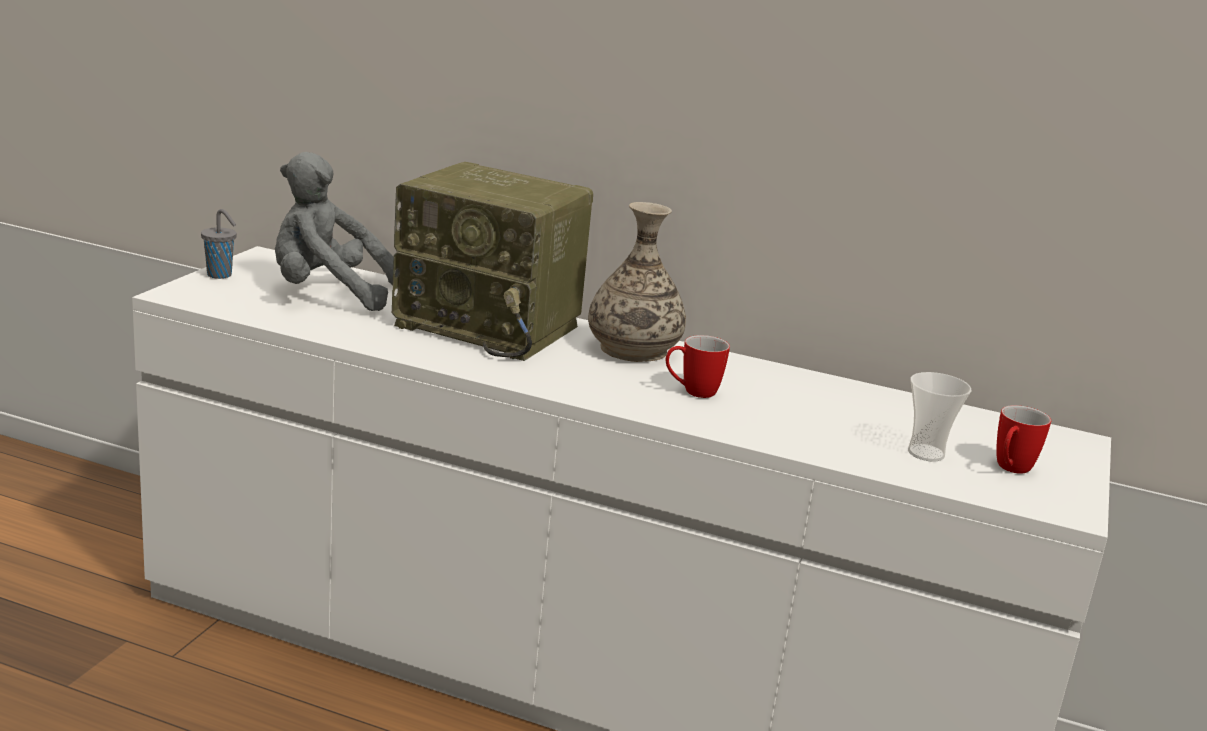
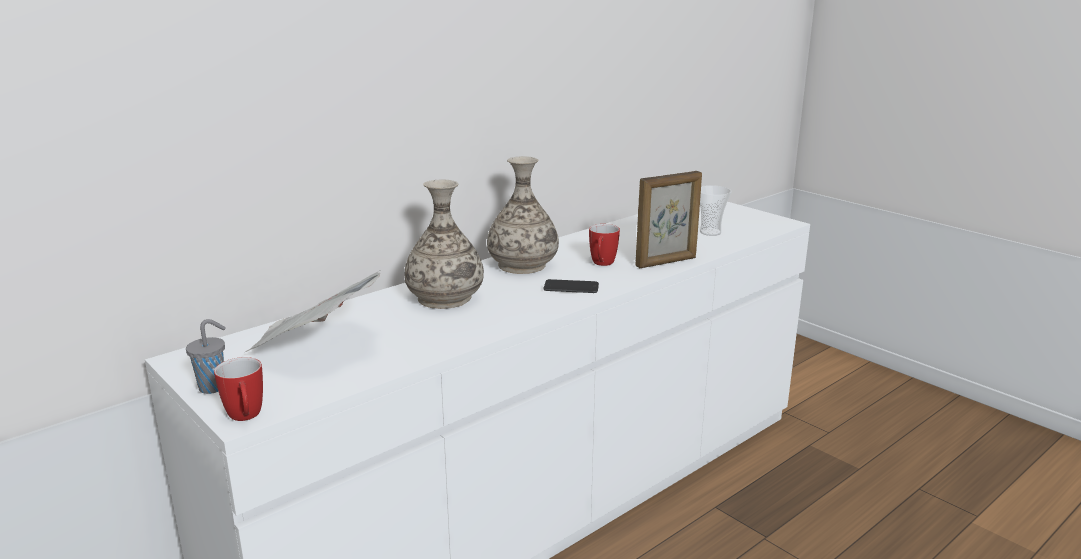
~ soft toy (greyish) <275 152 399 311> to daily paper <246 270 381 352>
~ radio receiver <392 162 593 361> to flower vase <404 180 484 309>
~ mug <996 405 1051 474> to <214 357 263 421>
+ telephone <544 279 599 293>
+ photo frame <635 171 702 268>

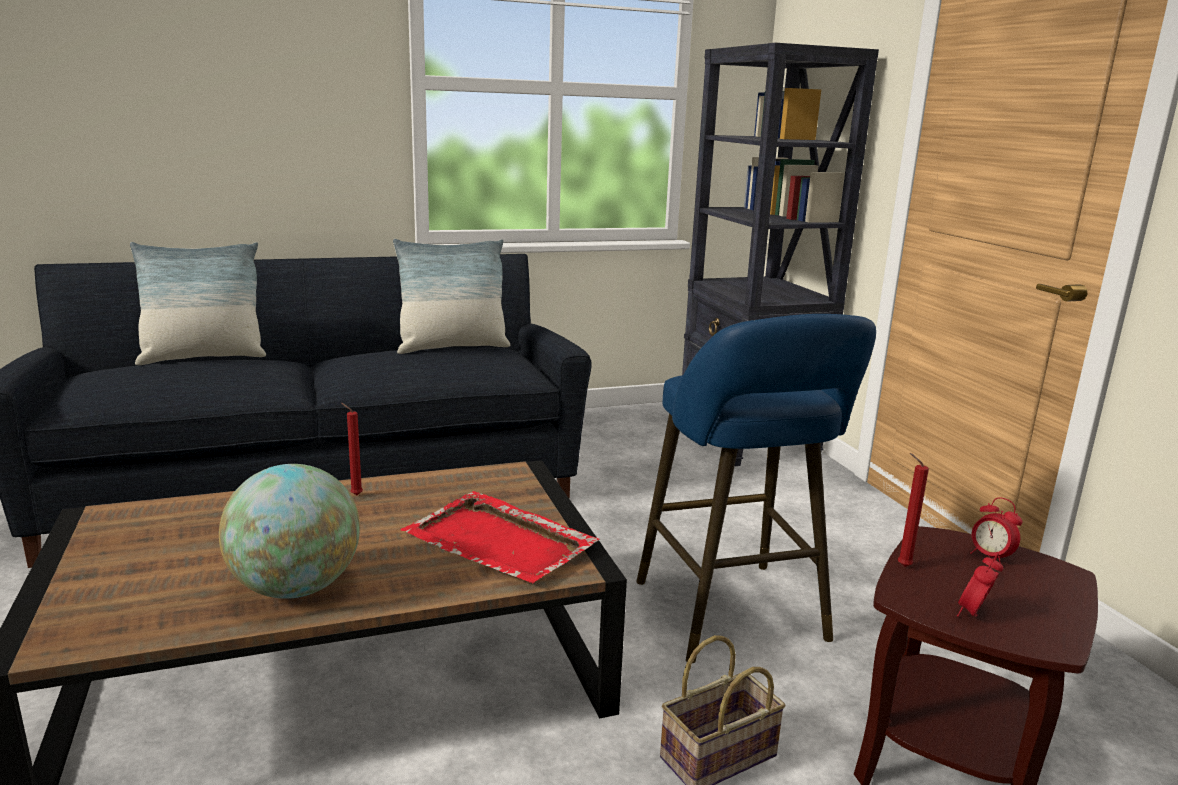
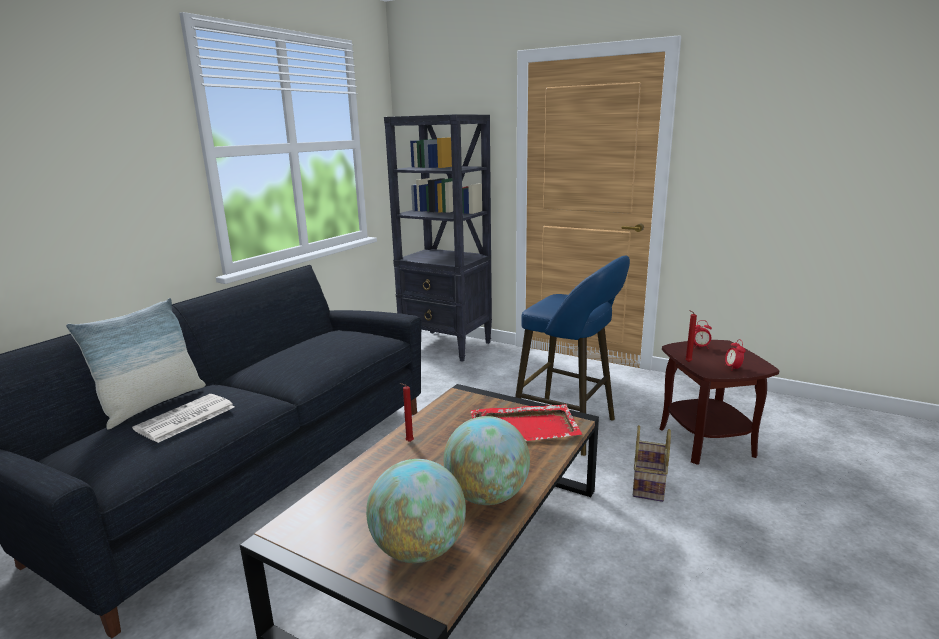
- throw pillow <393 239 510 354>
+ daily paper <132 394 235 443>
+ globe <366 459 466 563>

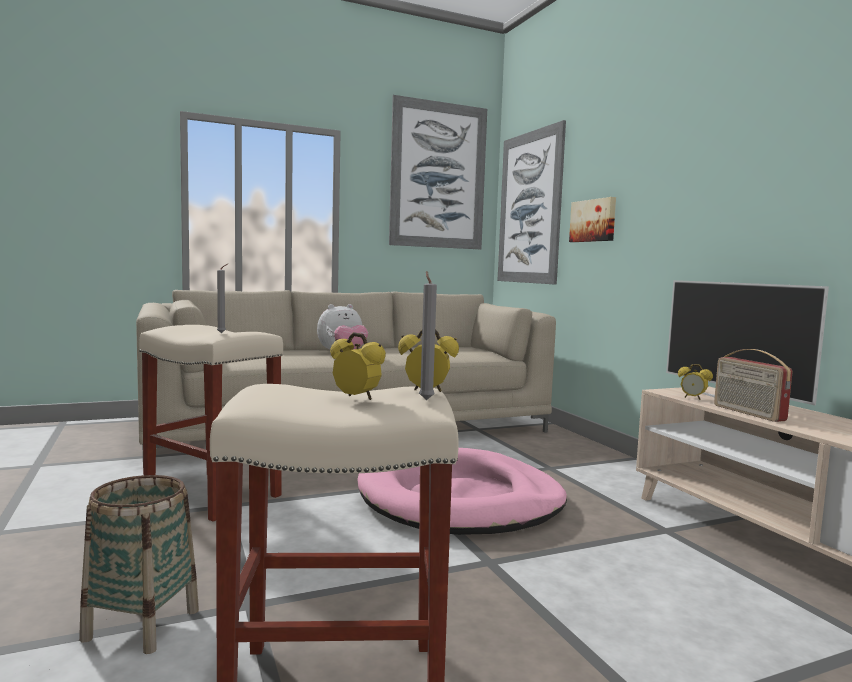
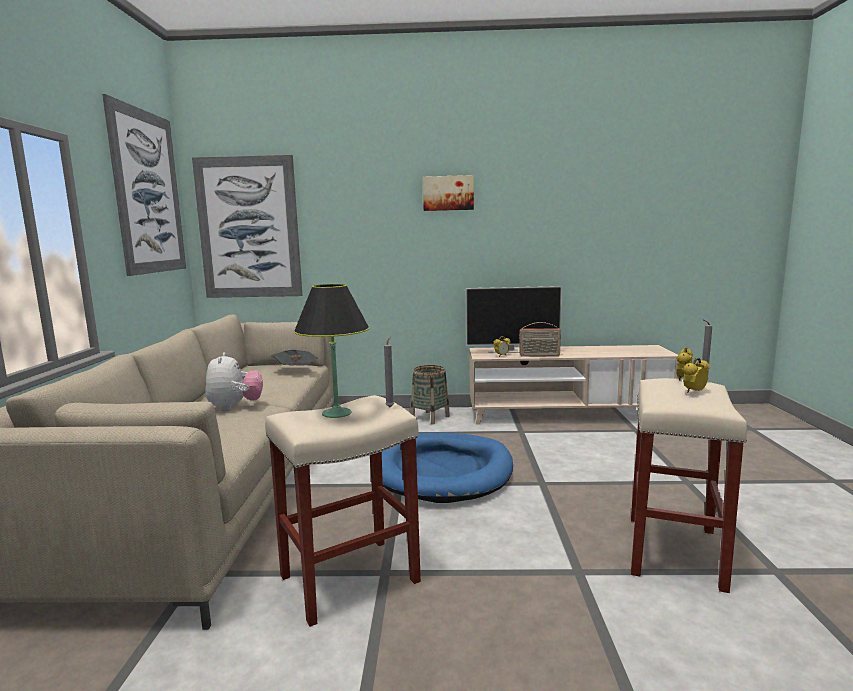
~ storage basket <79 475 199 654> to <411 365 450 424>
~ dog cushion (pink-coloured) <357 448 567 535> to dog cushion (blue-coloured) <382 433 513 503>
~ picture <569 197 616 242> to <423 175 474 211>
+ daily paper <271 350 318 366>
+ table lamp (blackish) <294 284 369 418>

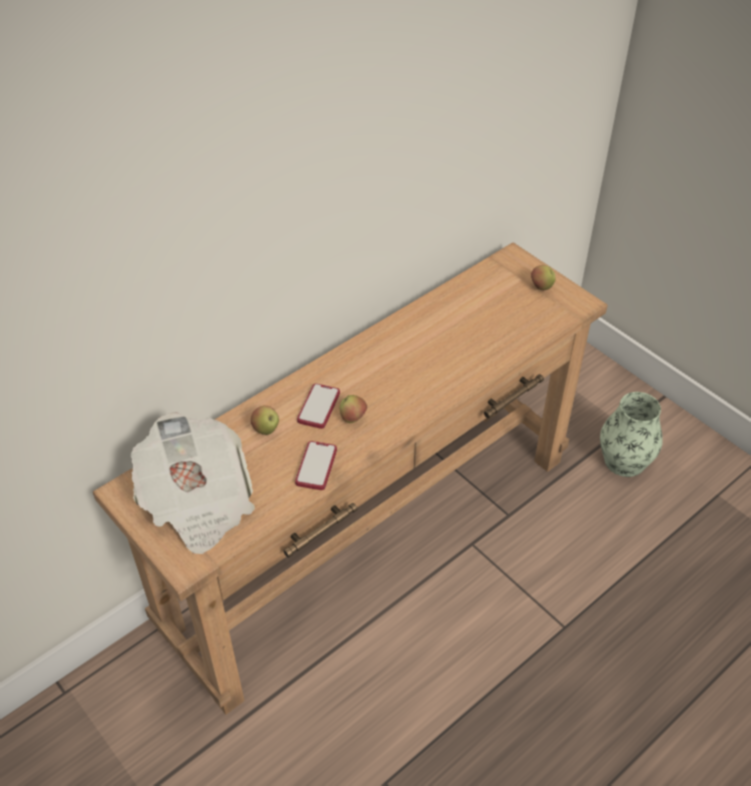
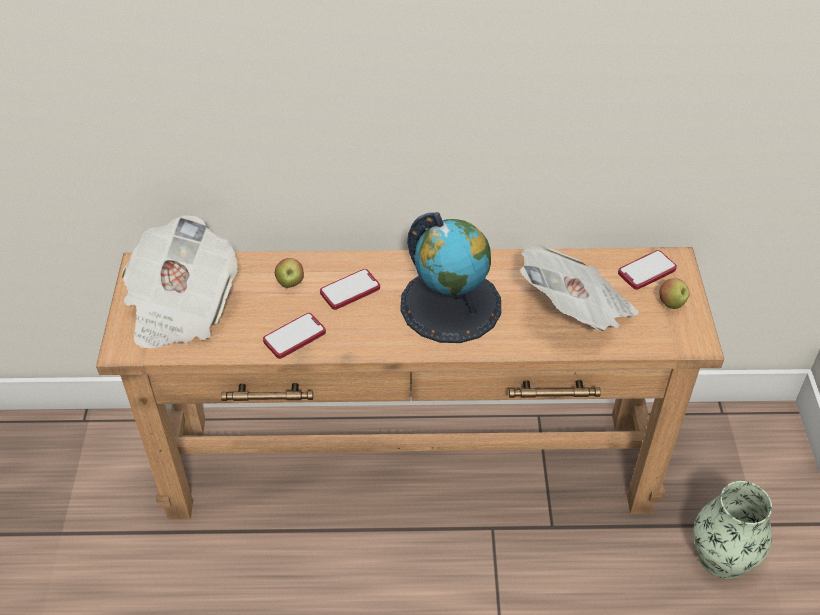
- apple <340 395 367 423>
+ globe <400 212 501 343>
+ daily paper <519 245 639 331>
+ telephone <618 250 677 290>

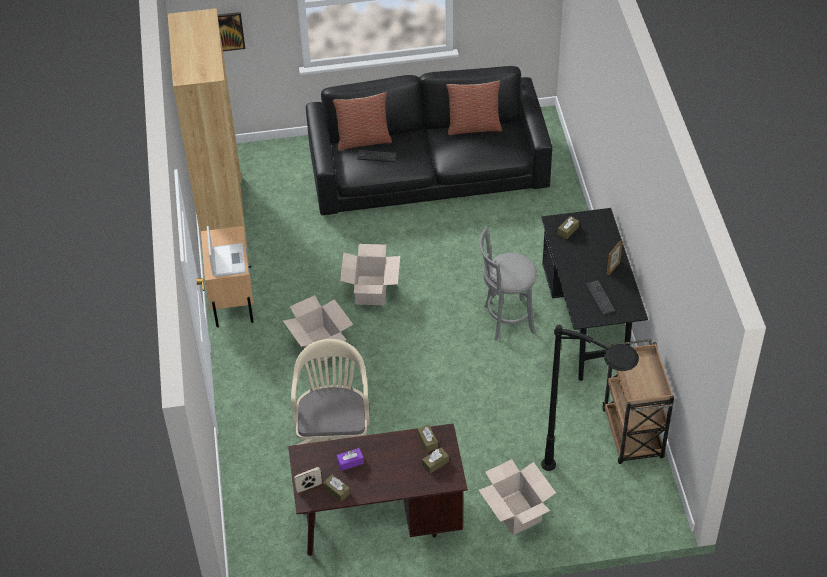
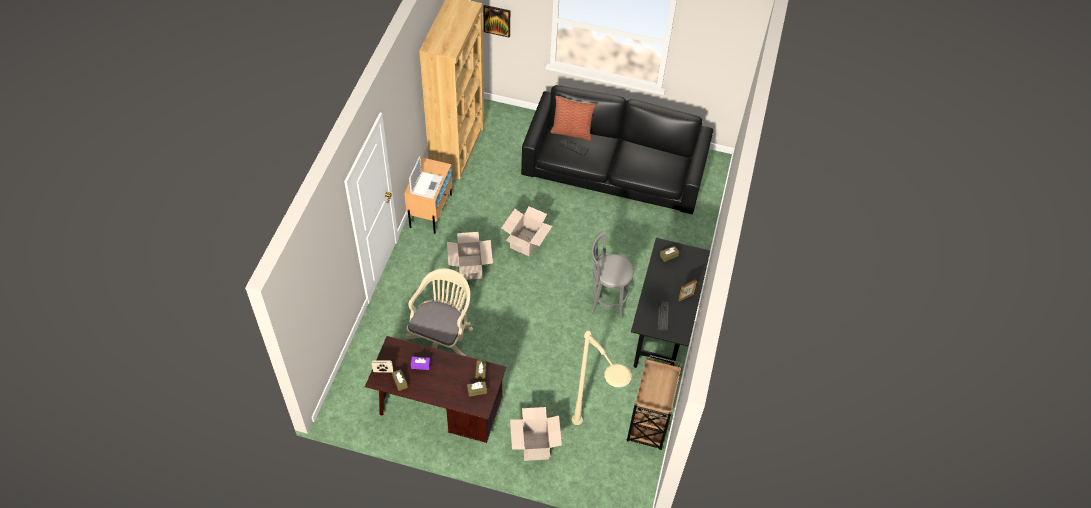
- throw pillow <446 81 502 135>
~ standing lamp (blackish) <541 325 639 471> to standing lamp (beige) <572 331 632 425>

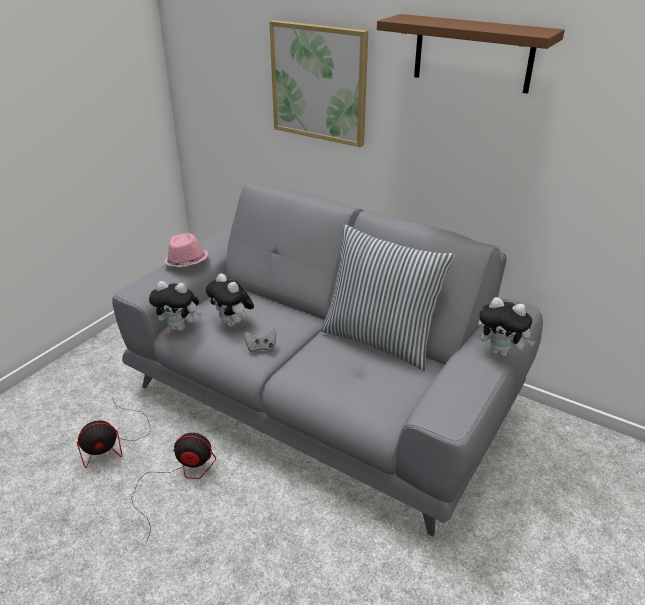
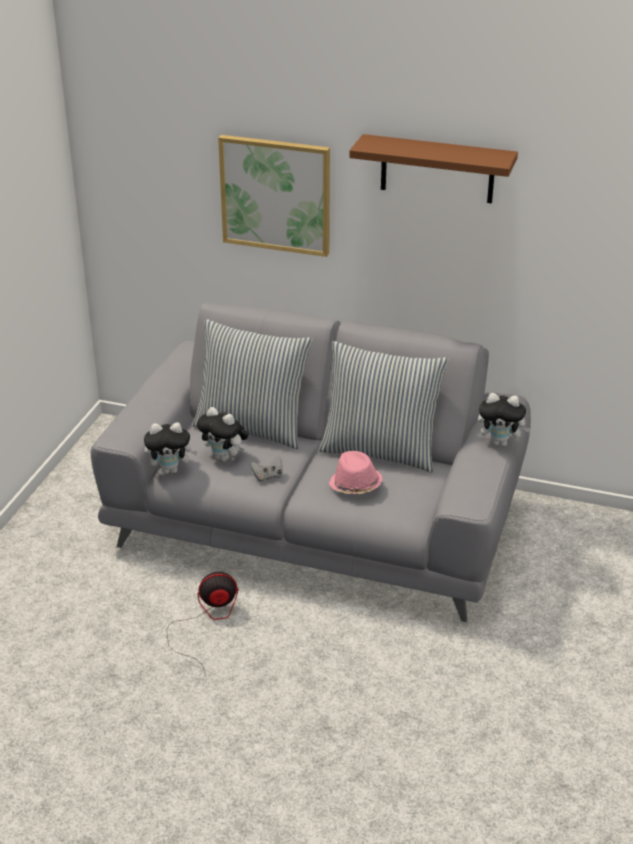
- electric fan <77 397 151 468>
~ clothing hat (pink-coloured) <163 233 208 267> to <329 451 382 494>
+ throw pillow <192 319 313 449>

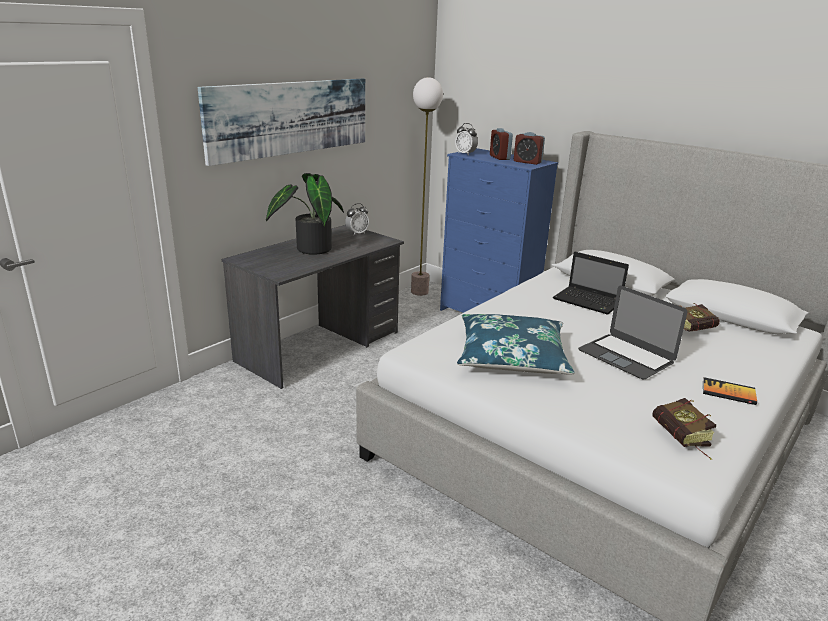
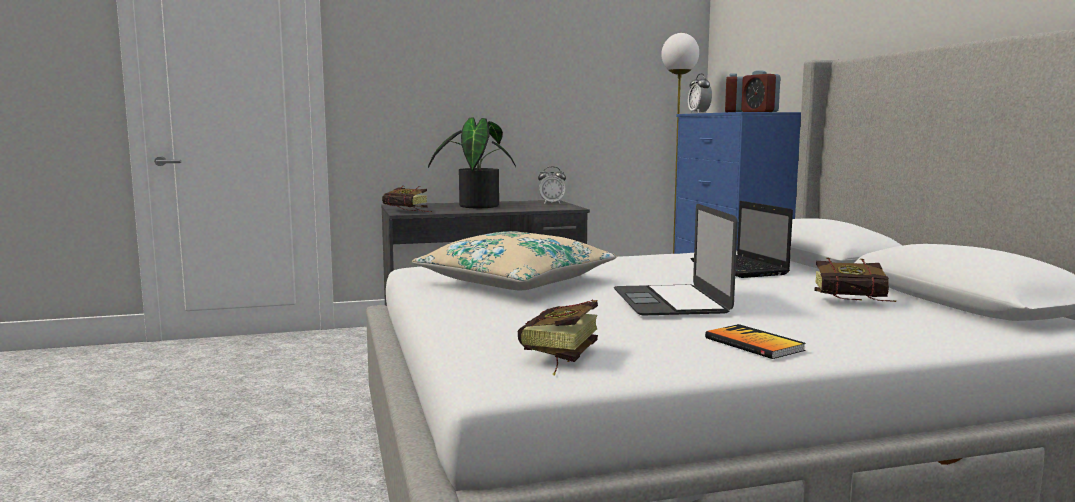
- picture <198 79 365 166>
~ throw pillow (blue-coloured) <457 314 575 375> to throw pillow (beige) <412 231 617 290>
+ book <382 186 433 212>

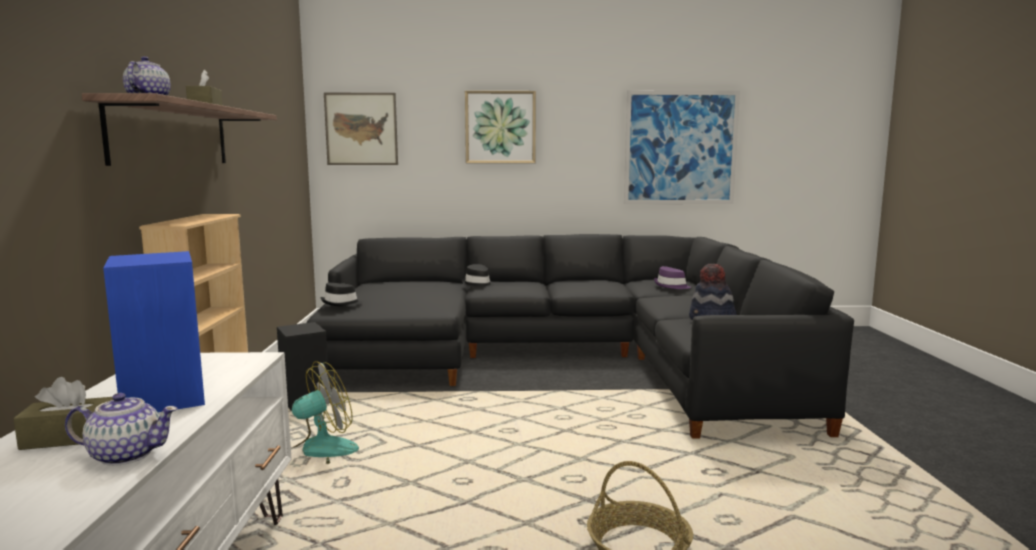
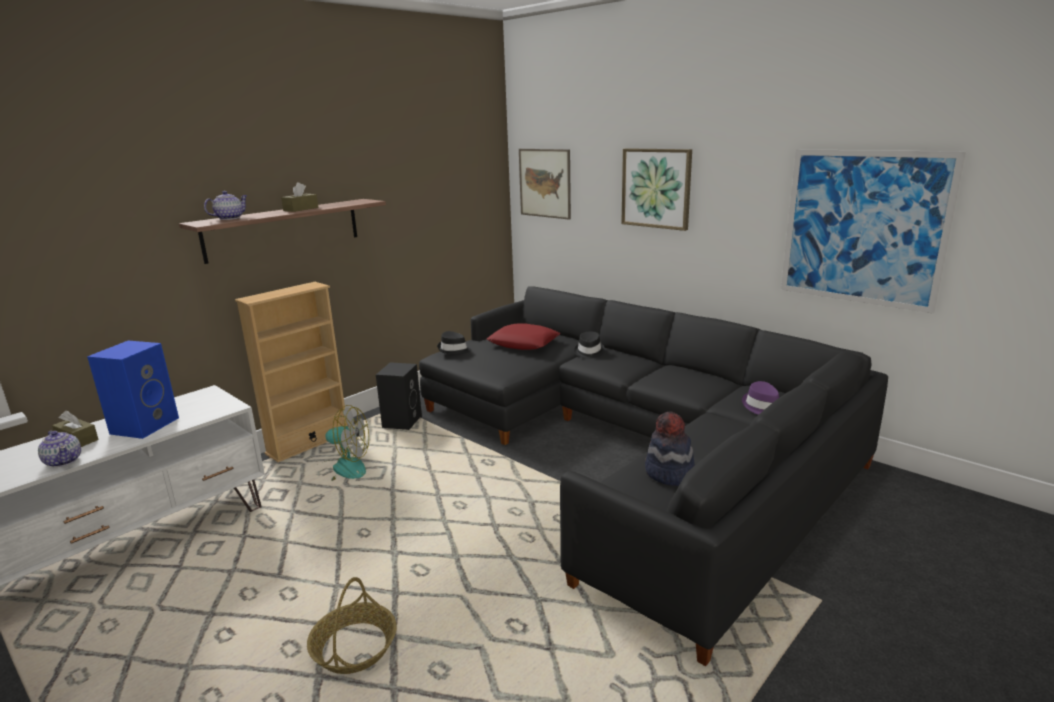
+ throw pillow (reddish) <487 323 560 350>

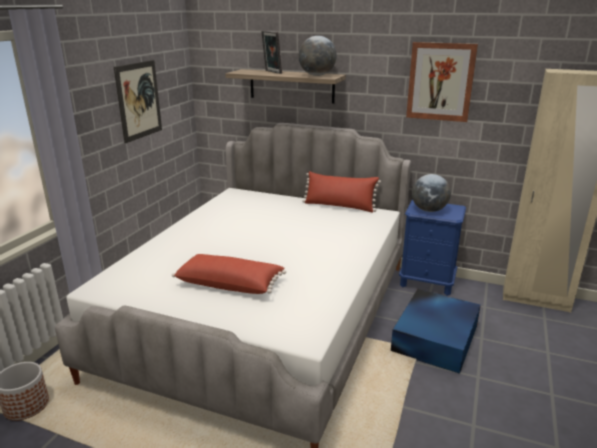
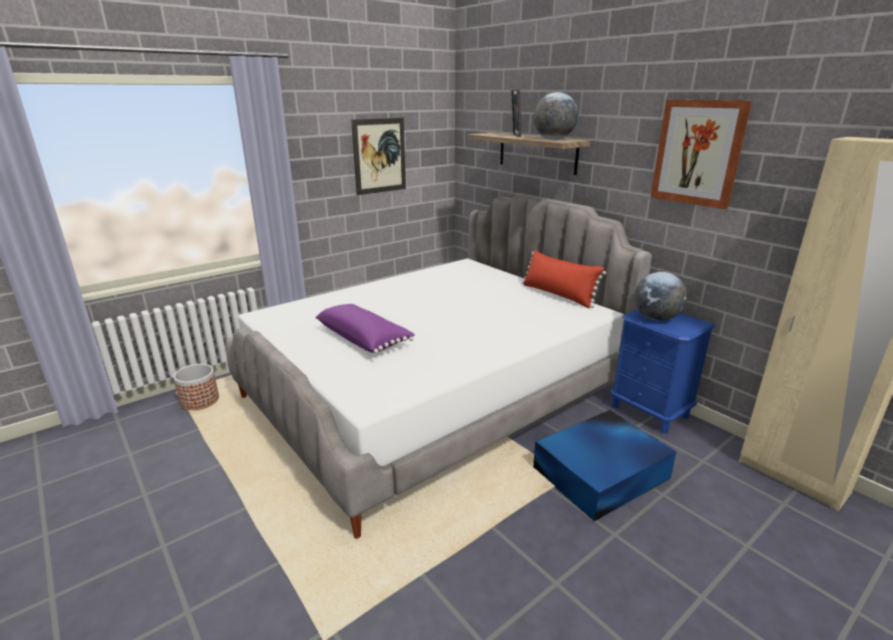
~ throw pillow (reddish) <172 254 286 294> to throw pillow (purple) <315 304 415 354>

